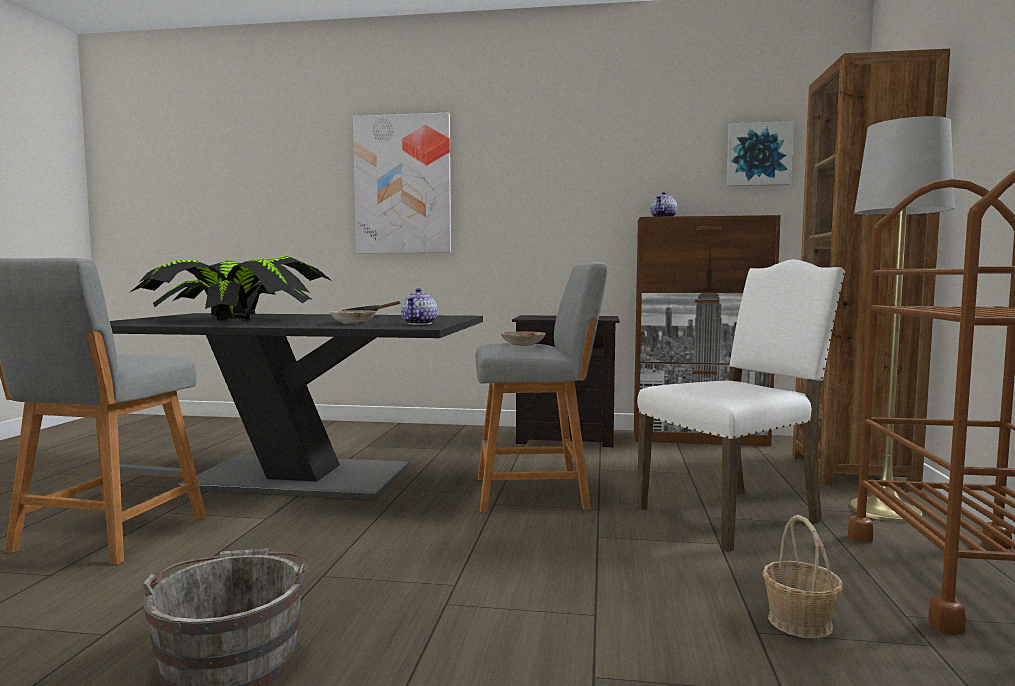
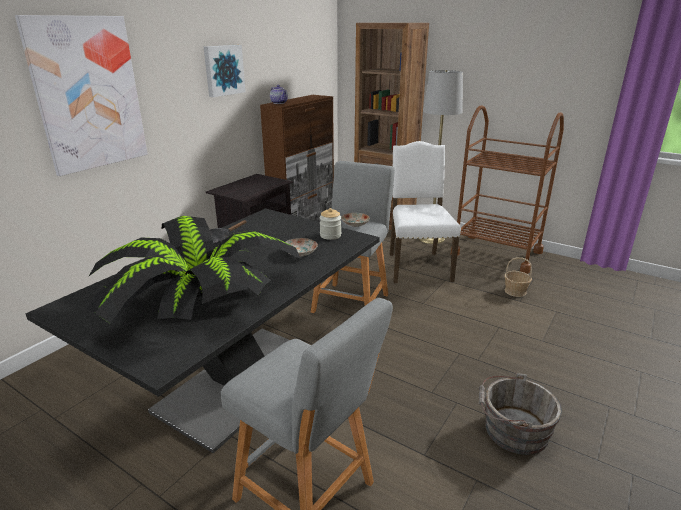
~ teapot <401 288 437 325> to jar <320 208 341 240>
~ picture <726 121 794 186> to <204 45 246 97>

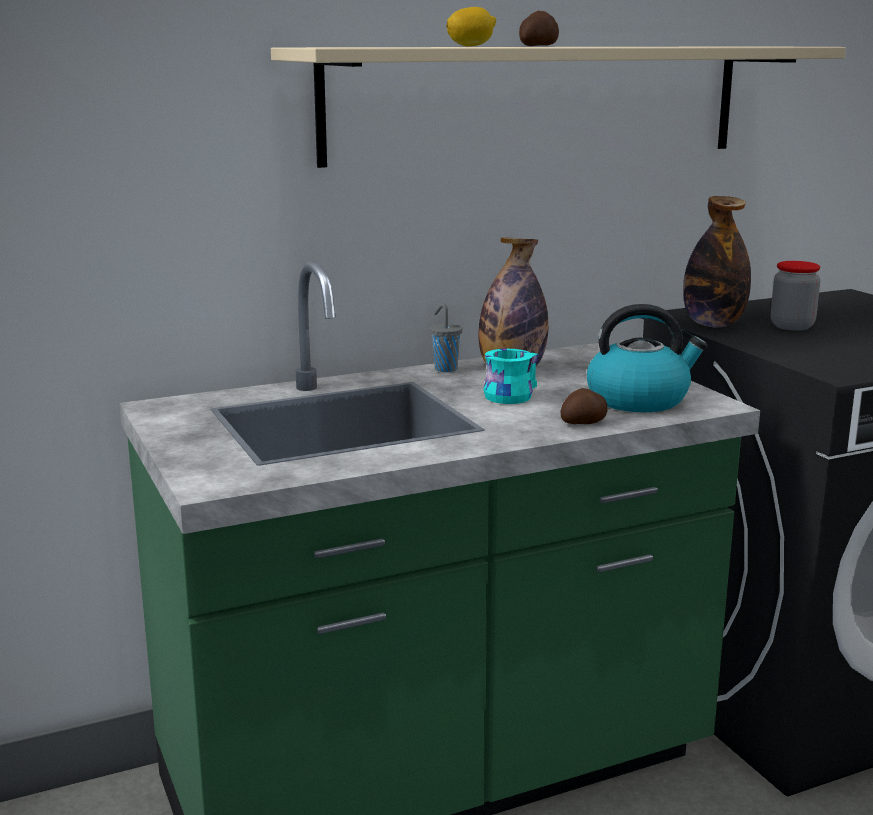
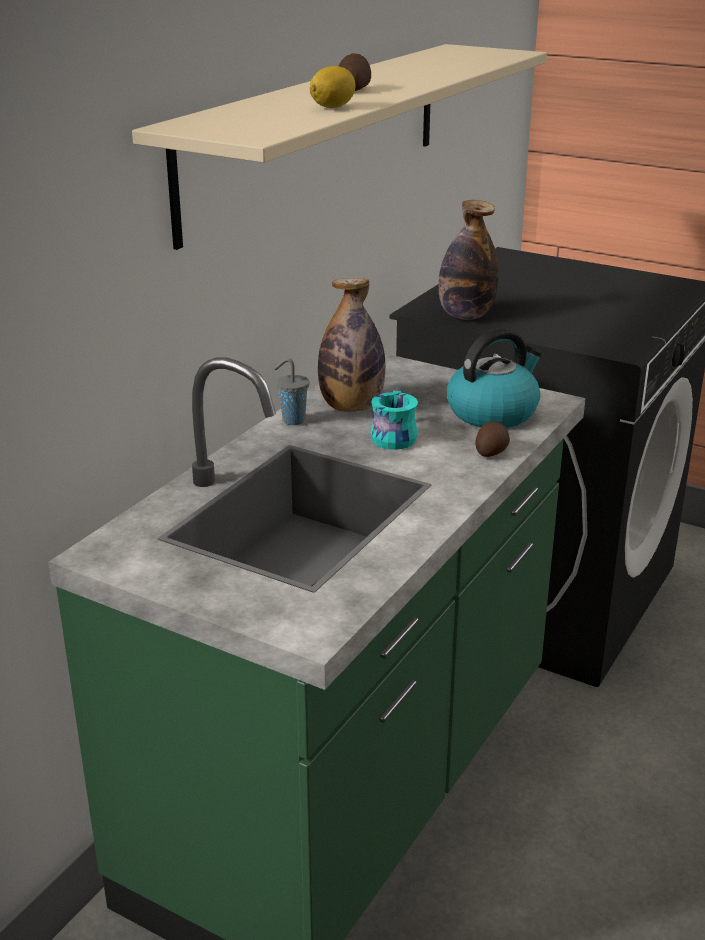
- jar <771 261 821 331>

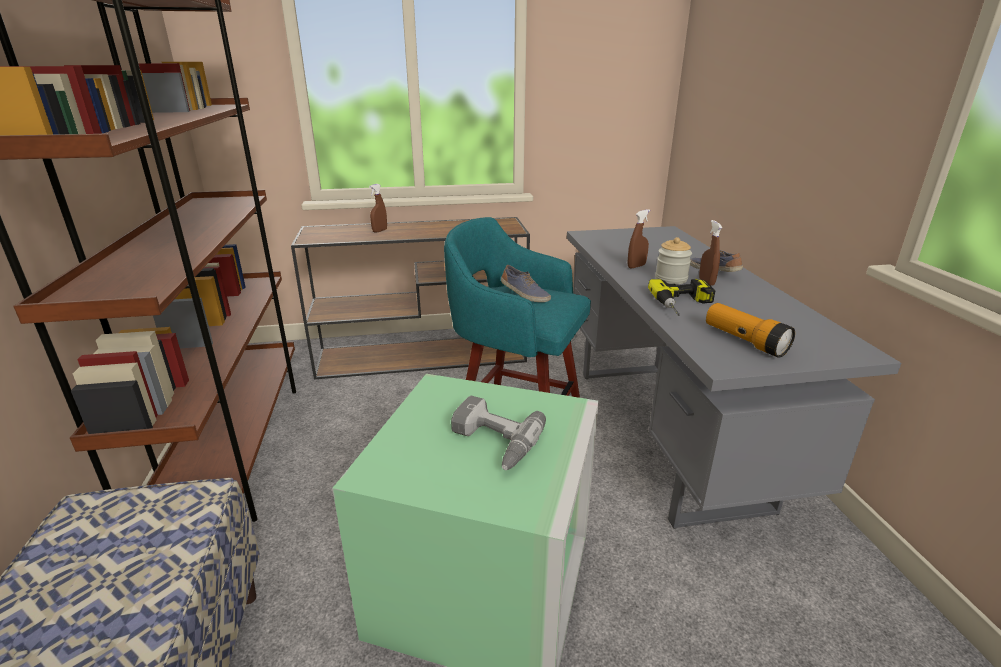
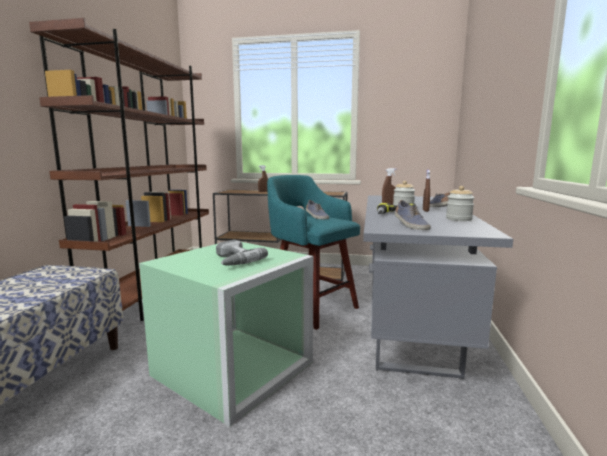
~ torch <706 303 795 358> to low shoe <394 200 431 230>
+ jar <446 186 474 221>

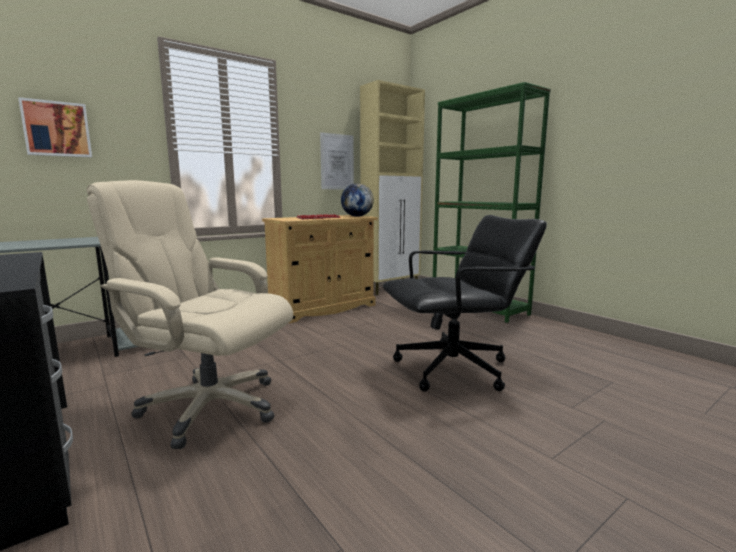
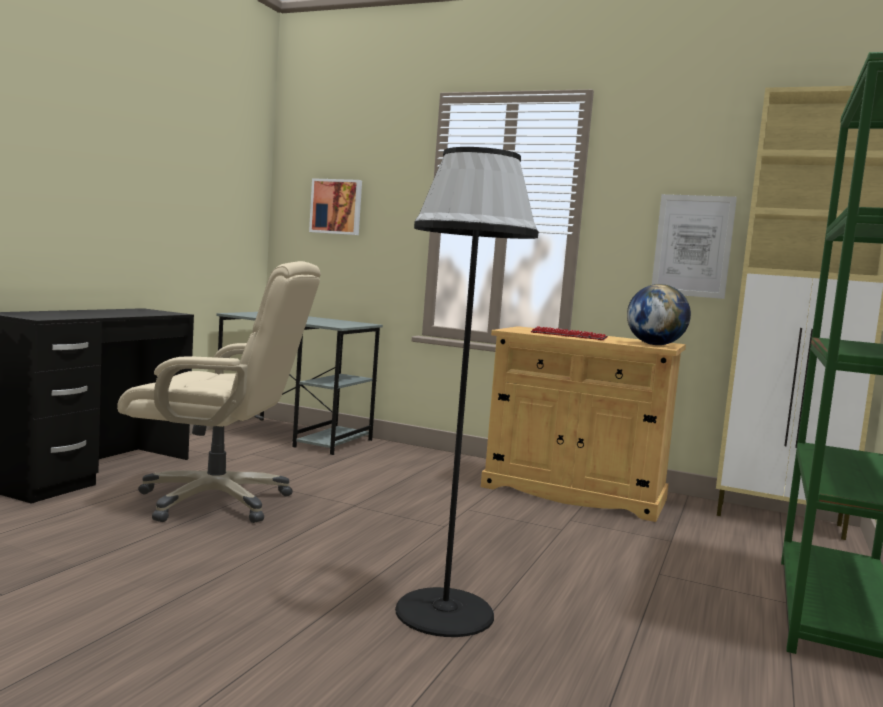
~ office chair (beige) <86 180 293 449> = <117 261 321 523> 105 degrees clockwise
~ office chair (blackish) <383 215 547 392> to standing lamp (blackish) <395 147 539 637>

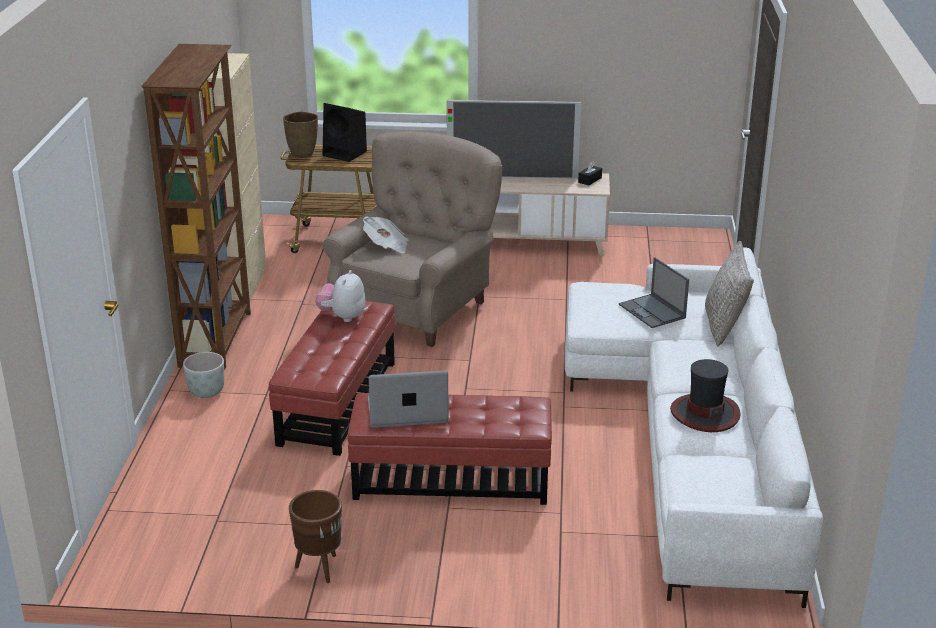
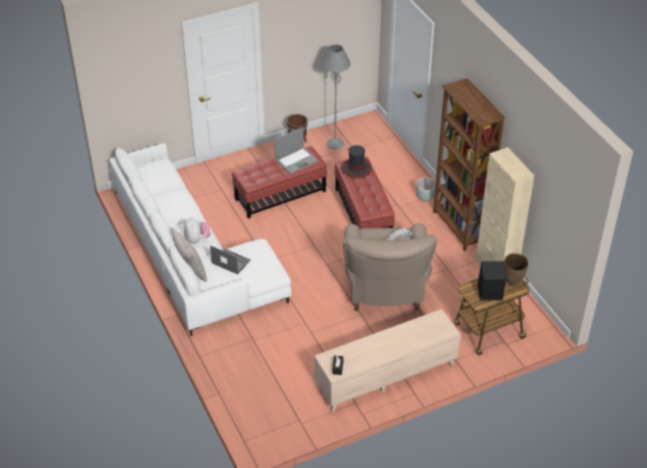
~ soft toy <315 270 365 322> to <184 217 210 244>
- television <447 100 581 179>
~ clothing hat <670 359 741 432> to <341 145 372 178>
+ standing lamp (greyish) <321 44 351 150>

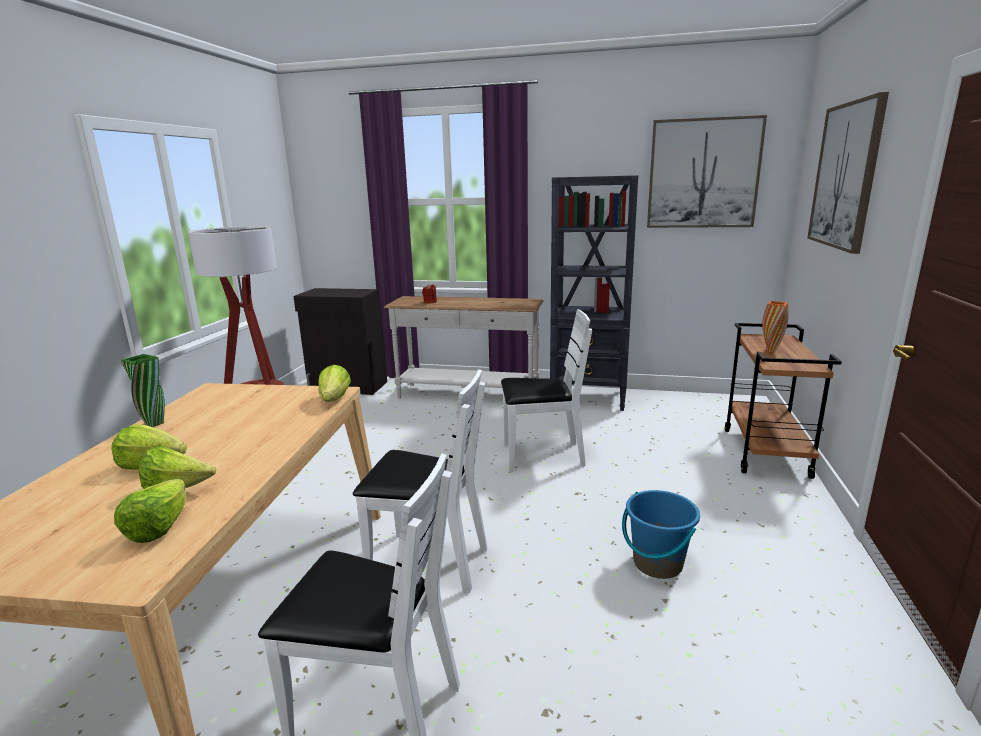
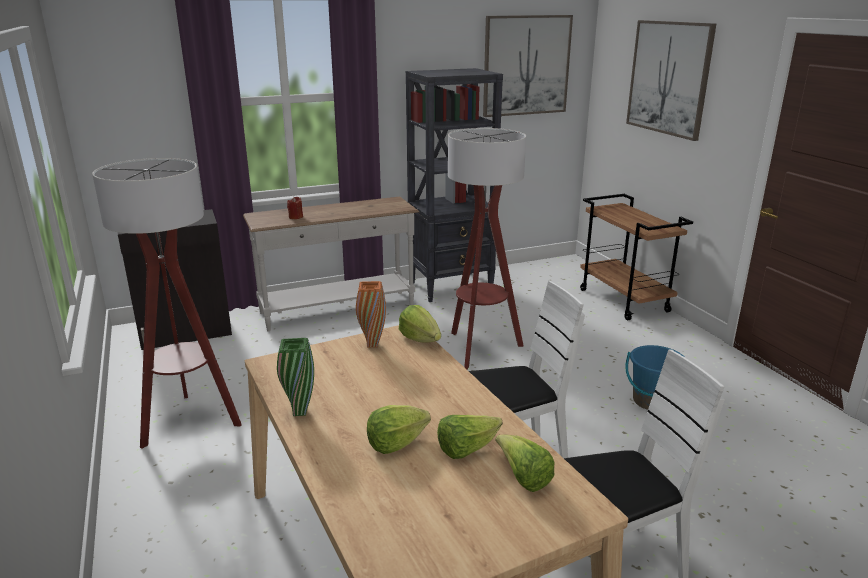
~ plain chair (white-coloured) <501 309 592 472> to standing lamp <448 128 526 369>
~ flower vase (orangey) <762 301 788 353> to <356 281 386 348>

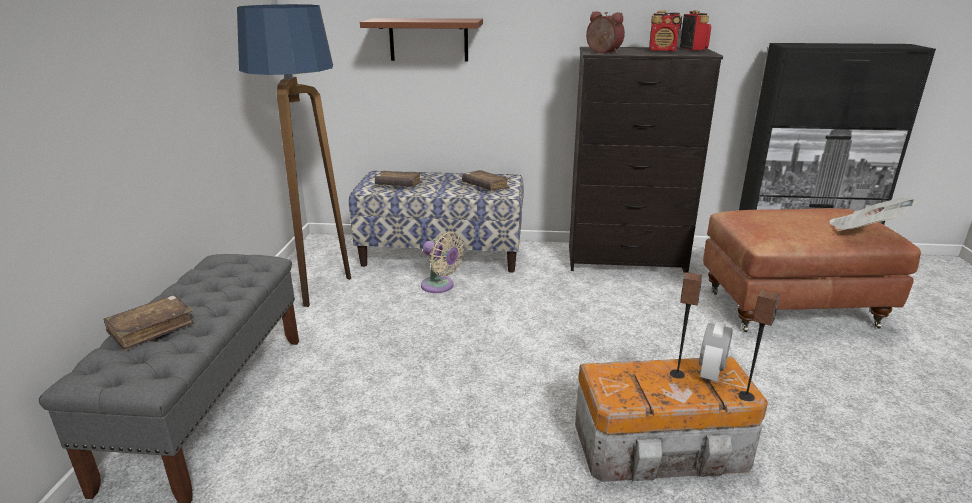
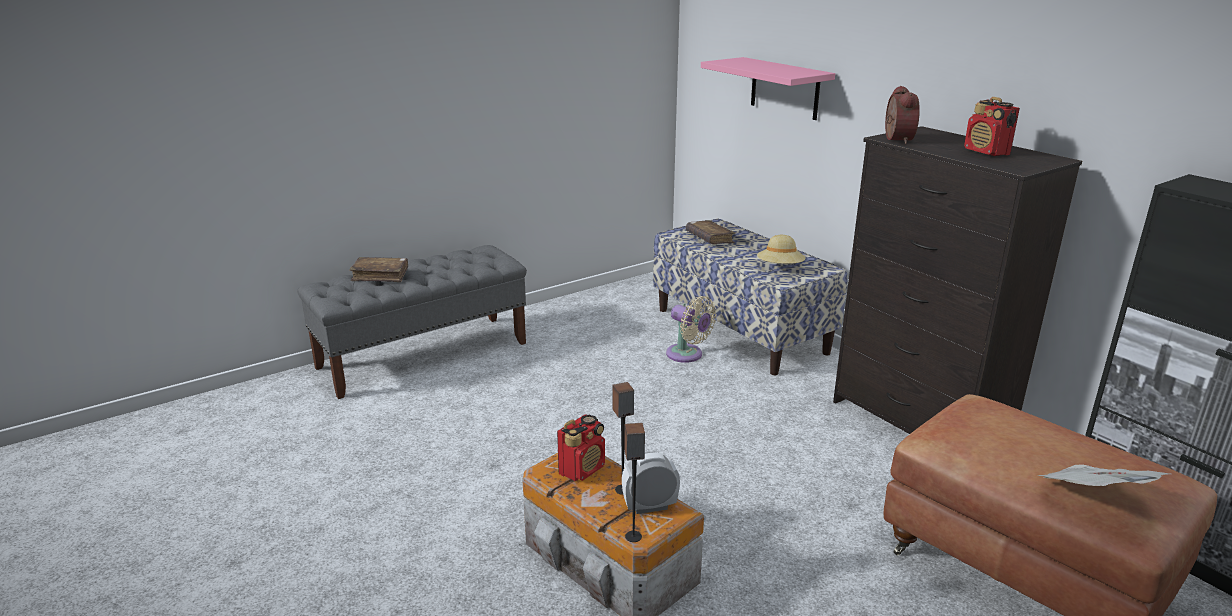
- standing lamp <237 4 351 307>
~ shelf (brown) <360 18 483 62> to shelf (pink-coloured) <701 57 835 120>
~ electric fan (beige) <421 232 464 293> = <666 296 717 363> 45 degrees counterclockwise
~ book (brown) <462 170 510 191> to clothing hat (beige) <757 235 806 264>
~ radio receiver <680 10 711 50> to <557 414 605 481>

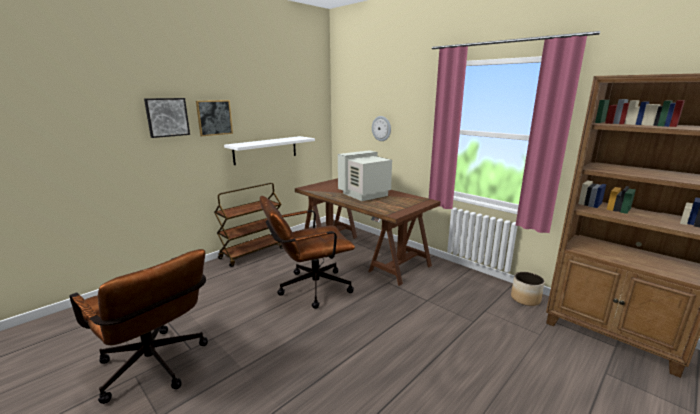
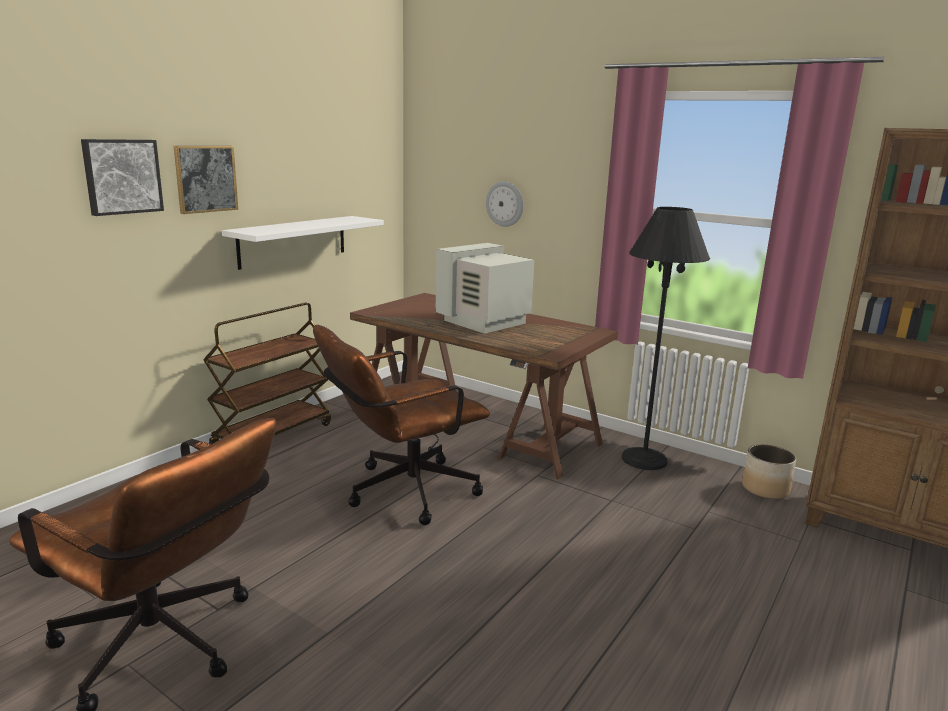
+ standing lamp (blackish) <622 207 710 470>

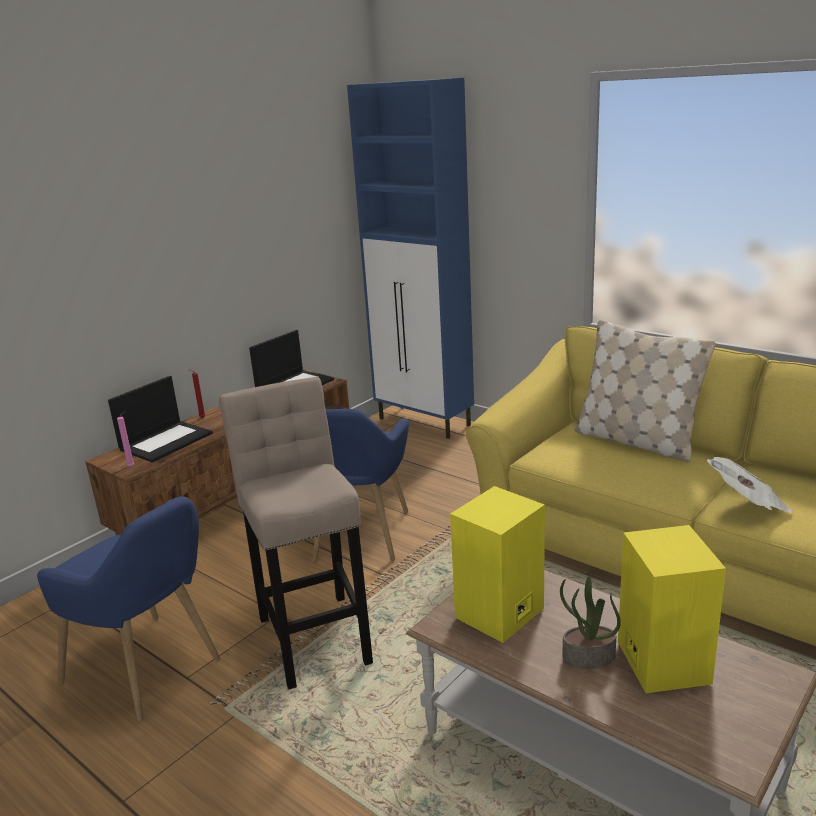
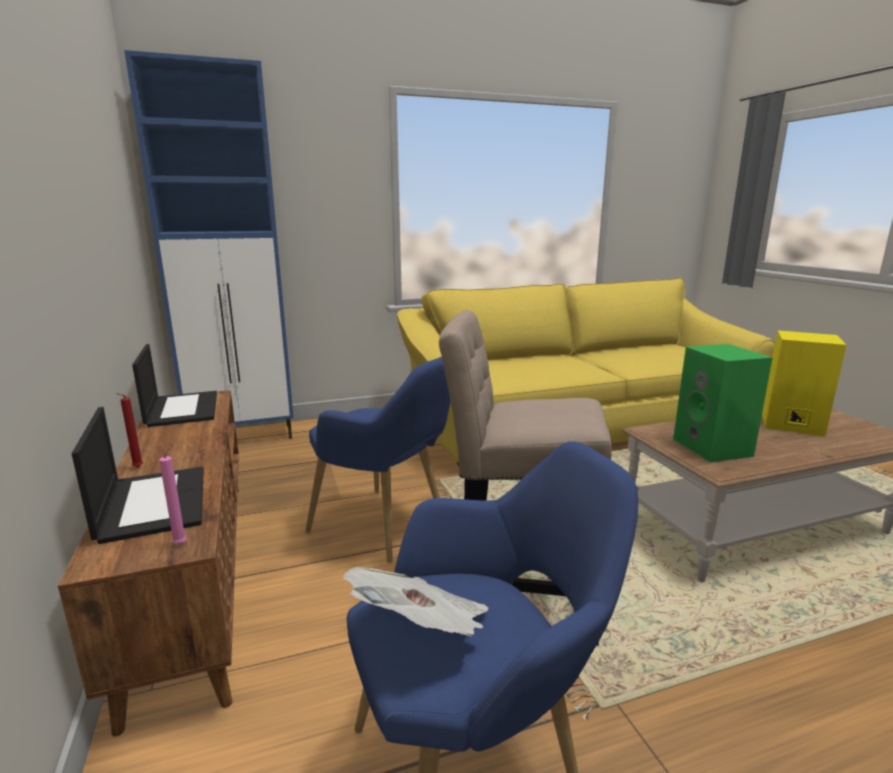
~ speaker (yellow-coloured) <450 486 545 643> to speaker (green-coloured) <673 344 773 462>
- houseplant <560 577 621 669>
- throw pillow (beige) <575 320 716 462>
~ daily paper <707 457 793 513> to <343 567 488 636>

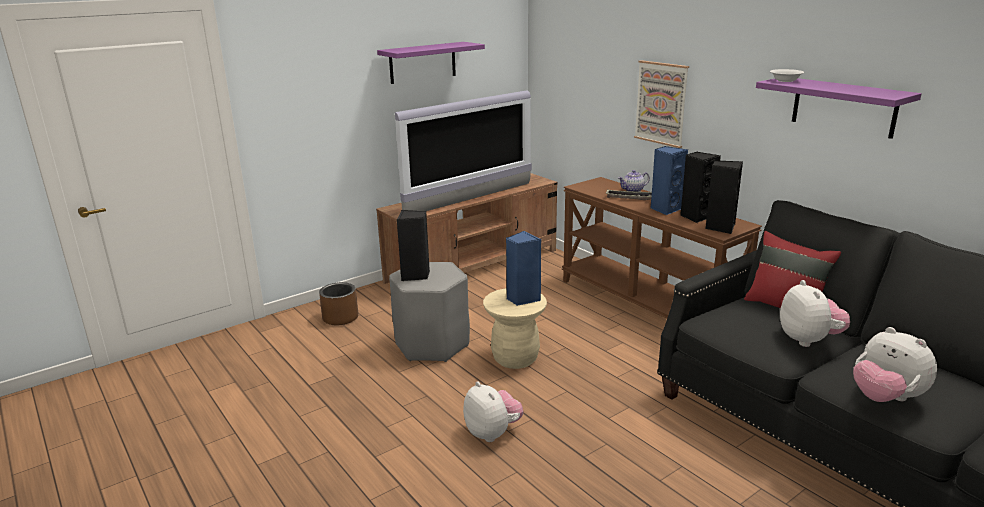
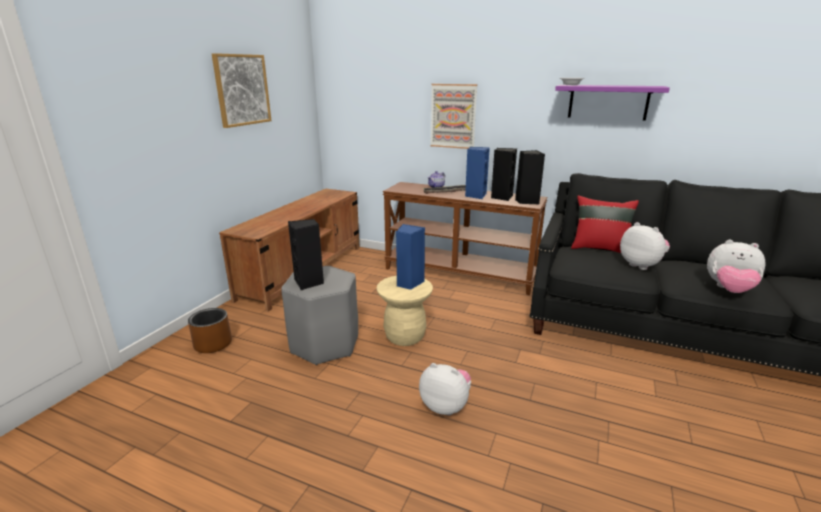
~ shelf (purple) <377 42 485 84> to picture <212 53 272 128>
- television <395 90 532 211>

